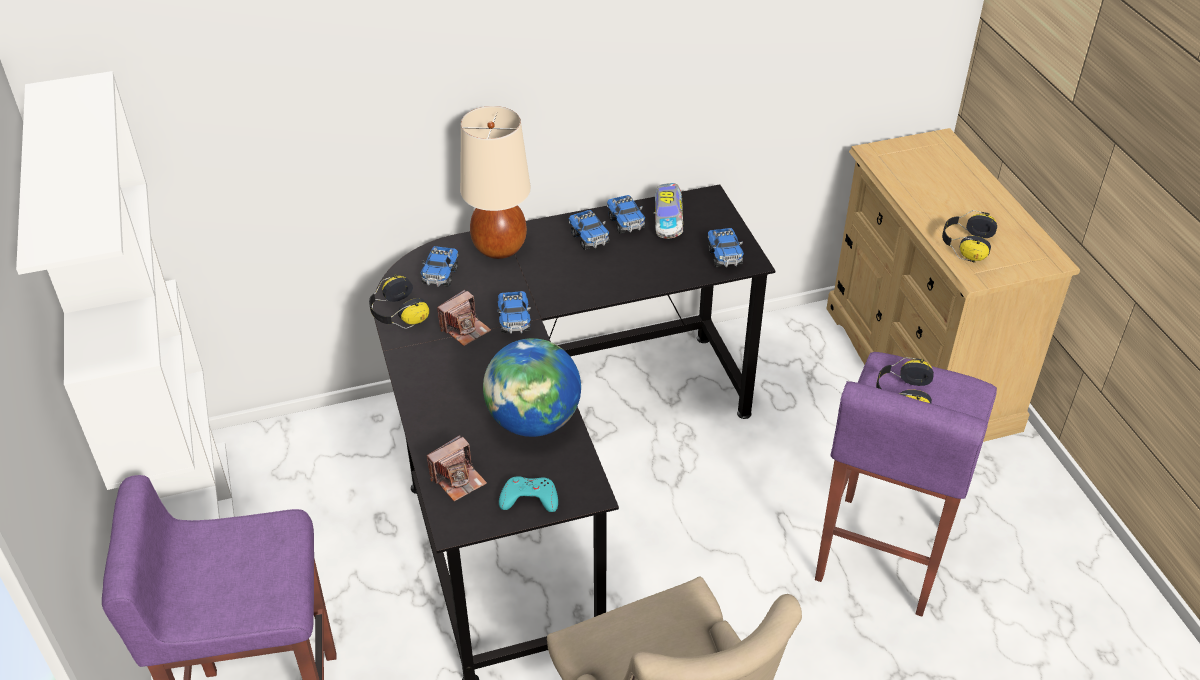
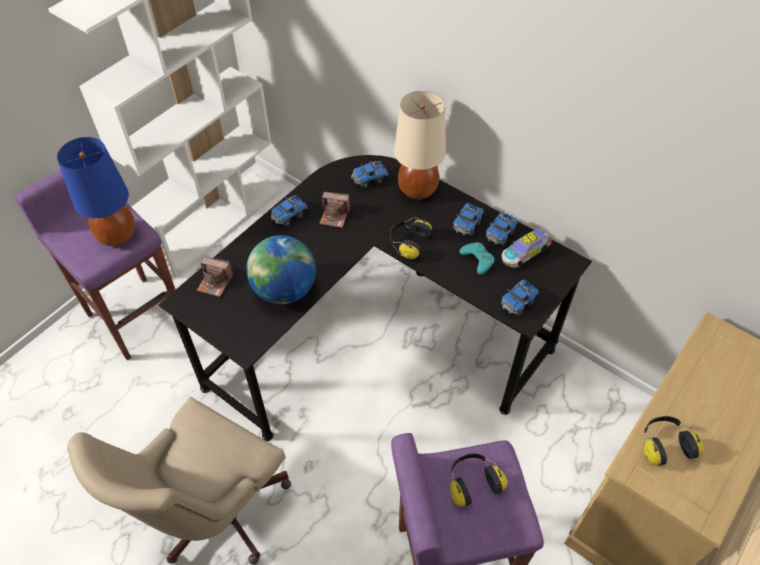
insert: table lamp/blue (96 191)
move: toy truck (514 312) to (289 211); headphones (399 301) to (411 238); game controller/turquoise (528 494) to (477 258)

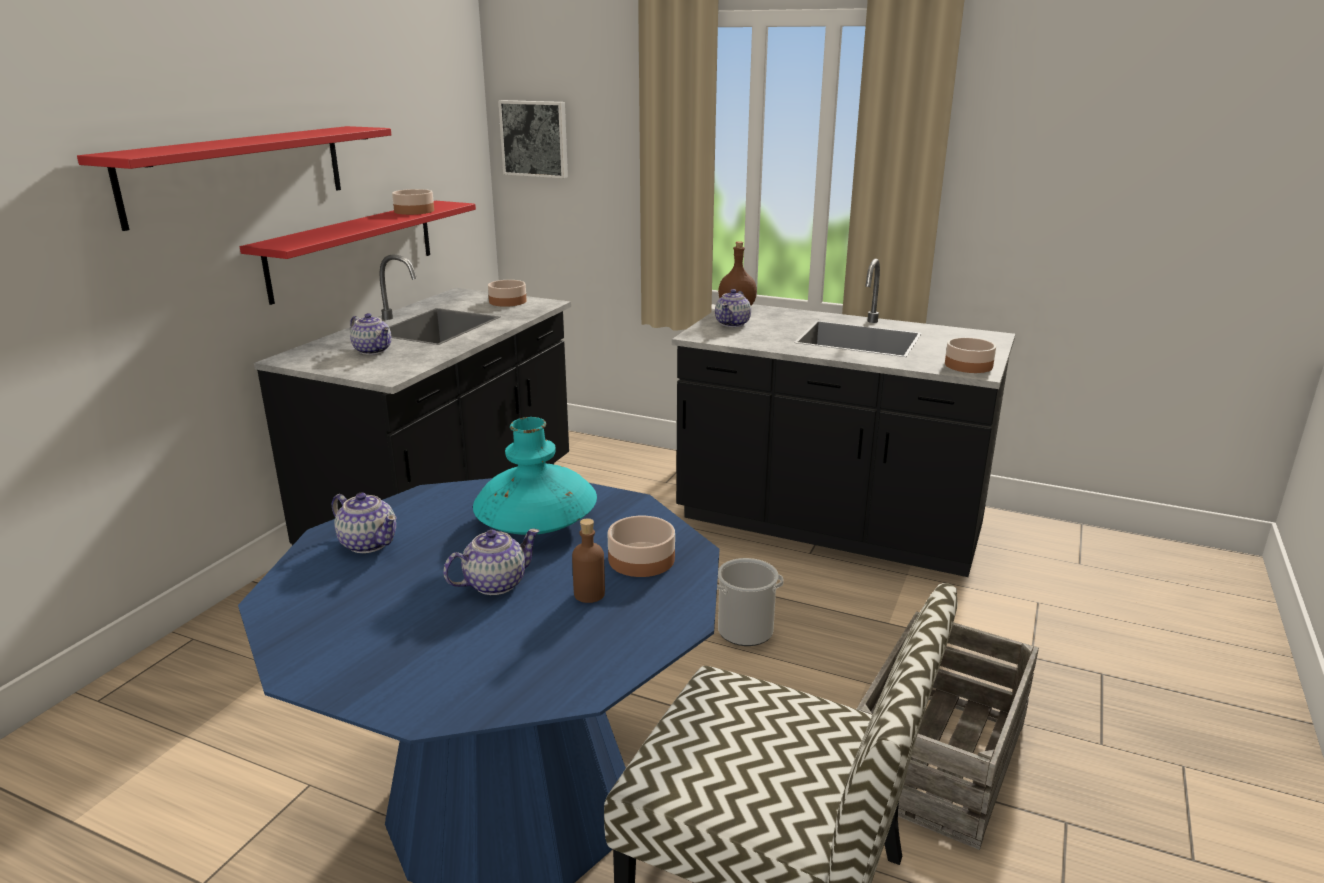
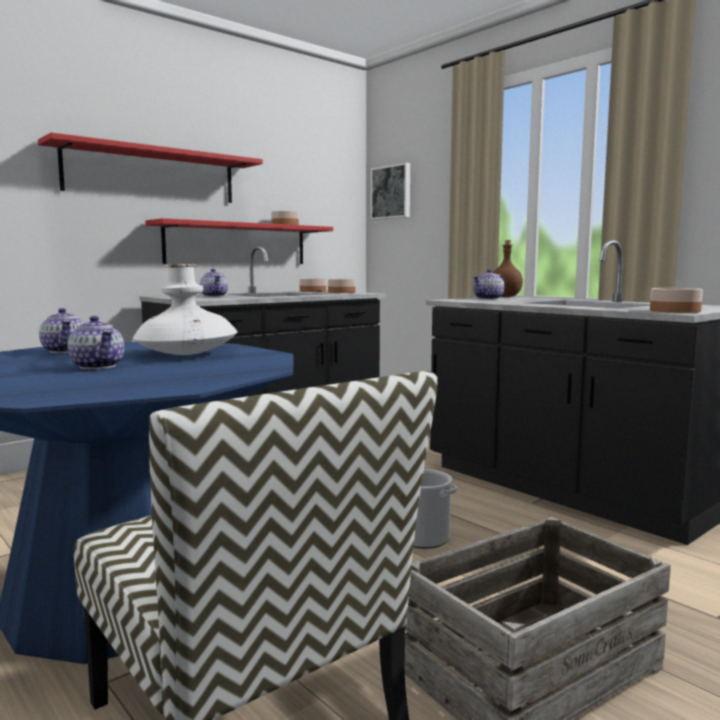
delete: bottle/brown (588 560)
move: bowl (641 546) to (312 285)
recolor: vase/turquoise (535 476) to vase/white (185 309)
rotate: teapot (491 562) = (96 342) 60 degrees clockwise

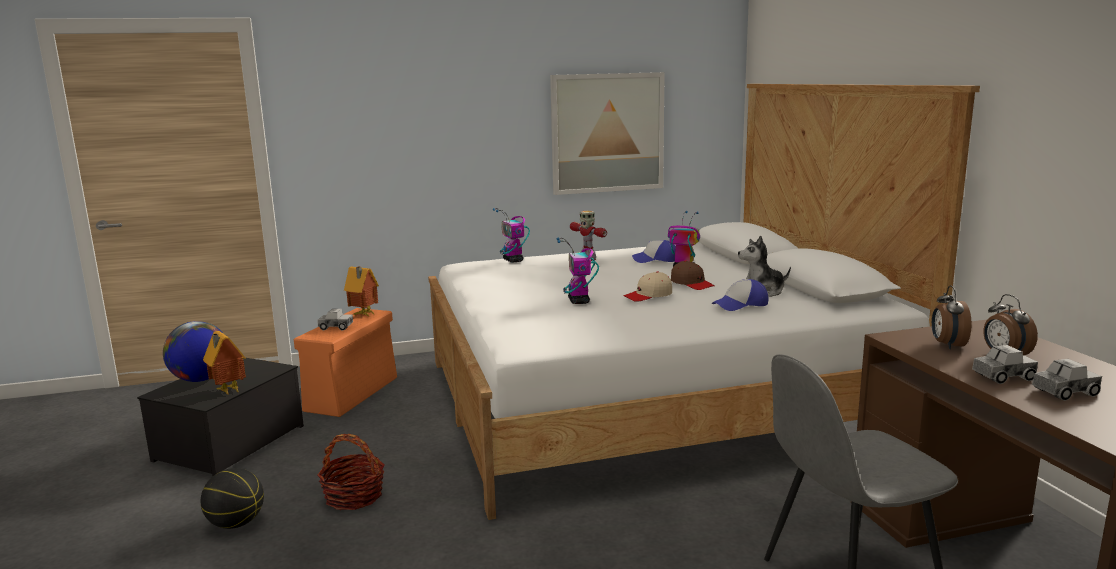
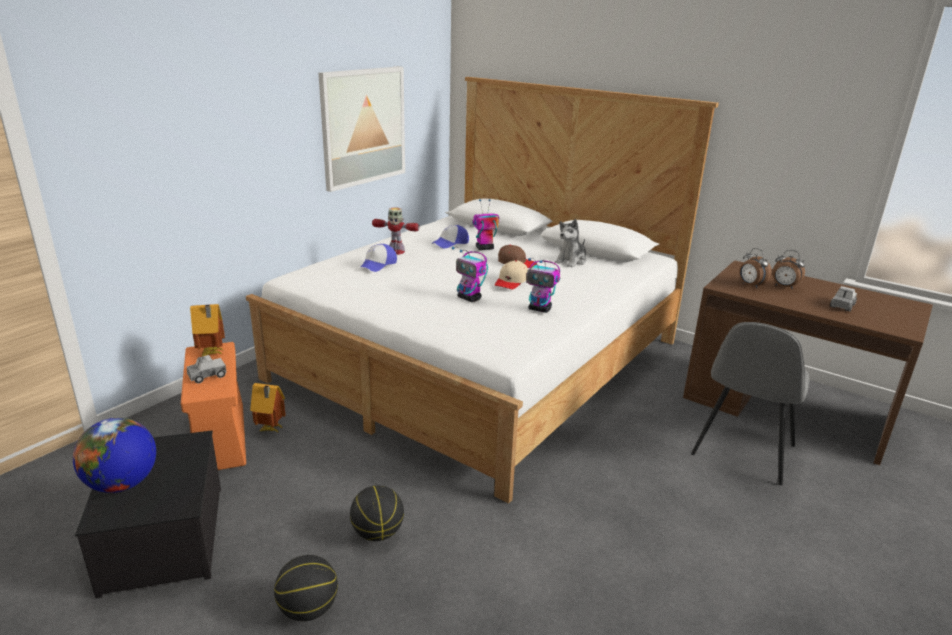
delete: toy truck (1005 364)
move: toy house (224 363) to (268 407); cap (740 295) to (378 258); toy robot (511 235) to (543 285)
replace: basket (351 472) to basketball (377 513)

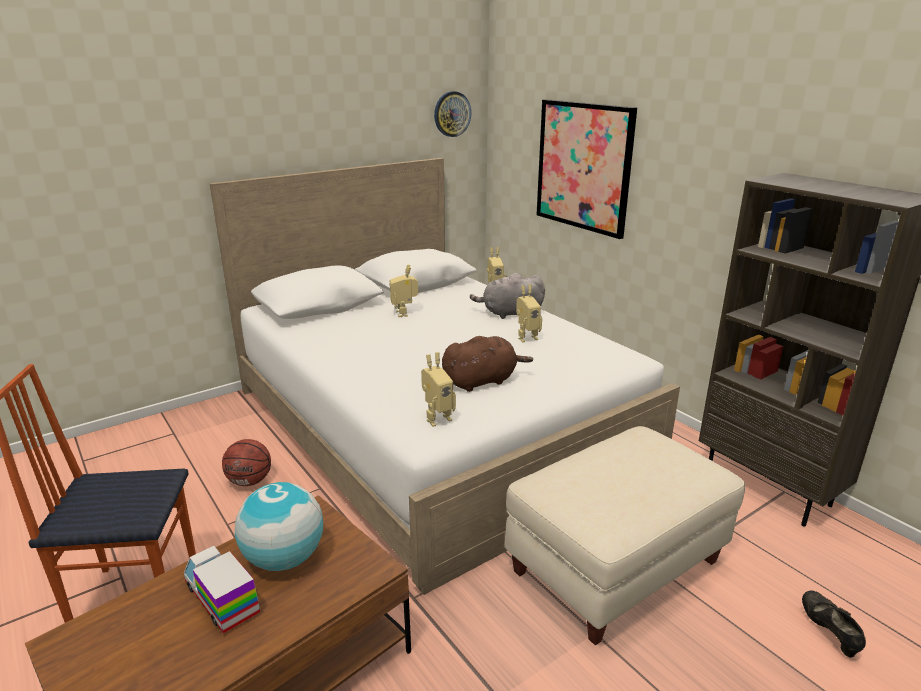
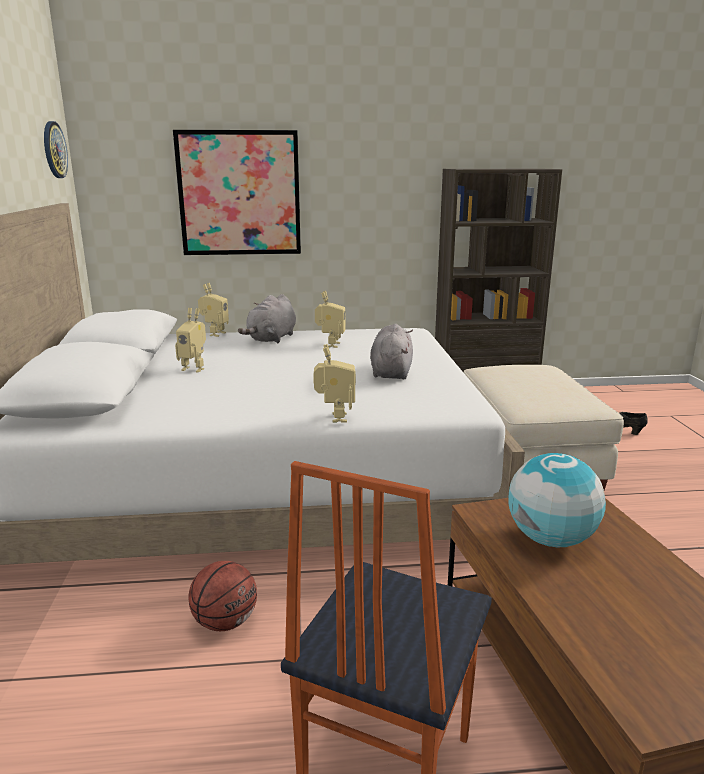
delete: toy truck (222 590)
move: toy robot (438 389) to (334 383)
recolor: plush toy/brown (487 364) to plush toy/grey (391 351)

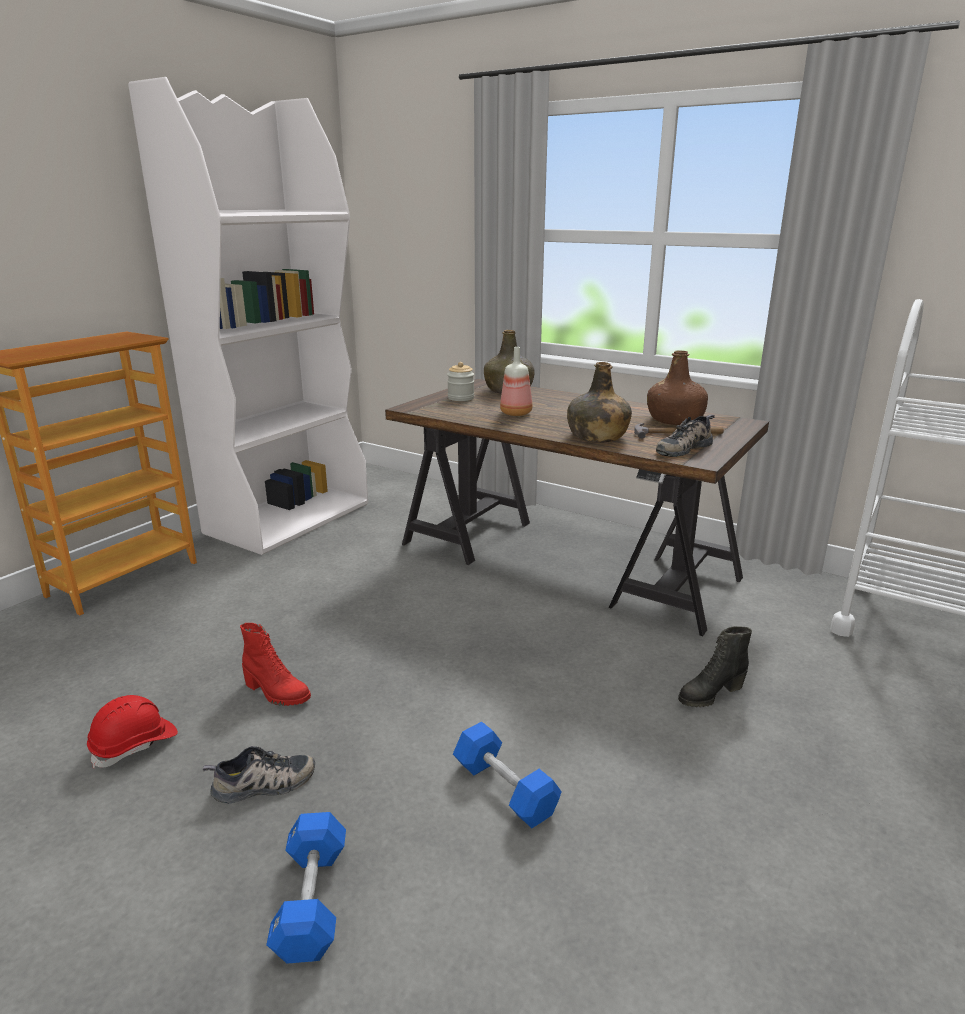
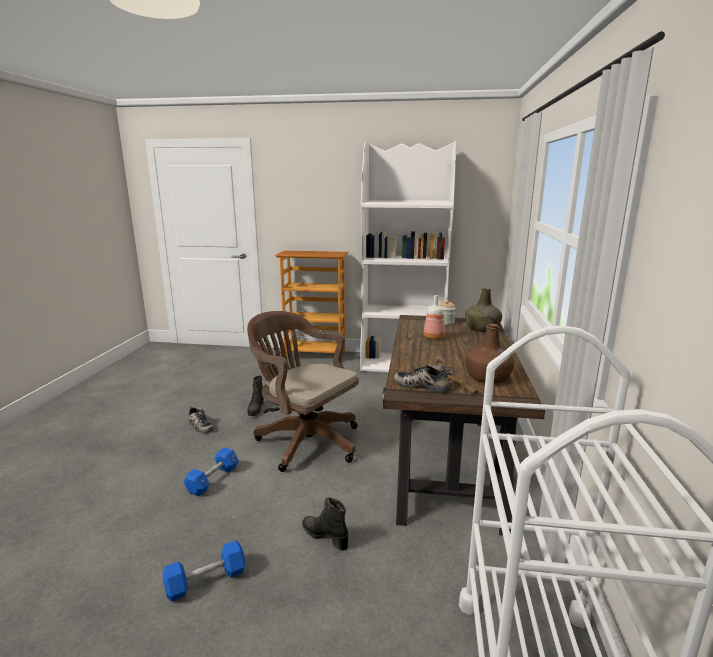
delete: hard hat/red (132 731); bottle/green (599 402)
insert: office chair/brown (303 391)
move: dumbbell/blue (306 887) to (204 571)
recolor: boot/red (275 664) to boot/black (255 396)

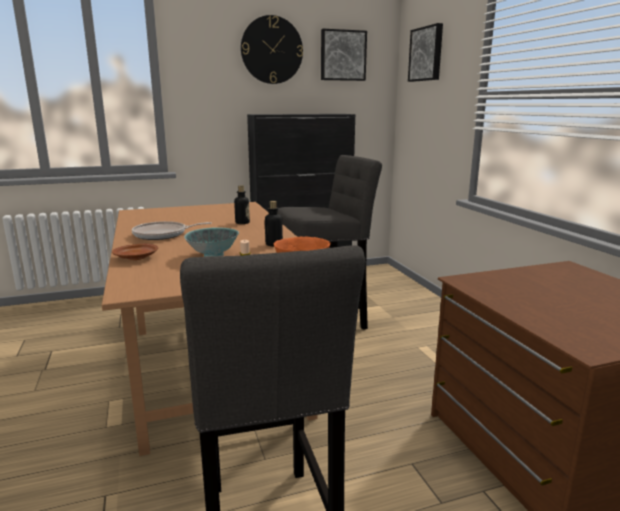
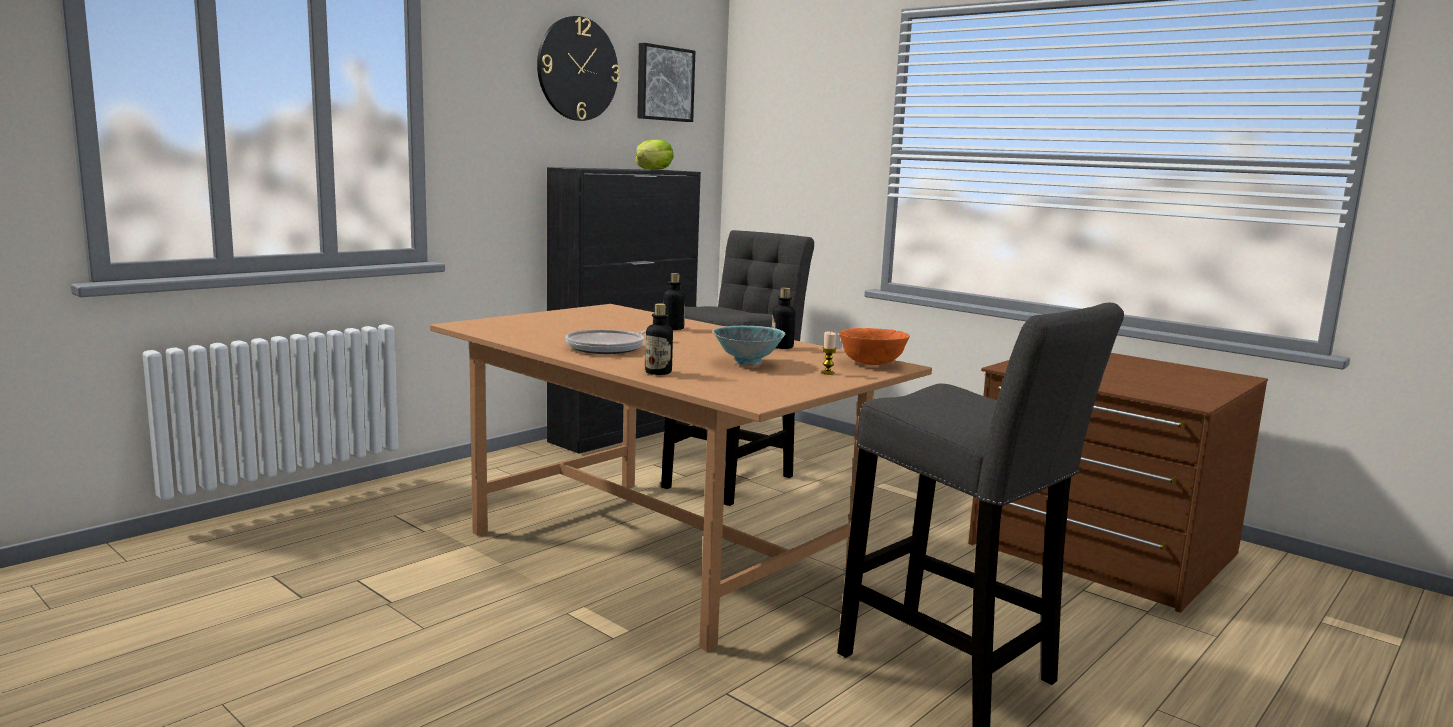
delete: picture (425 52)
insert: lettuce (655 154)
replace: plate/brown (135 251) to bottle (659 339)

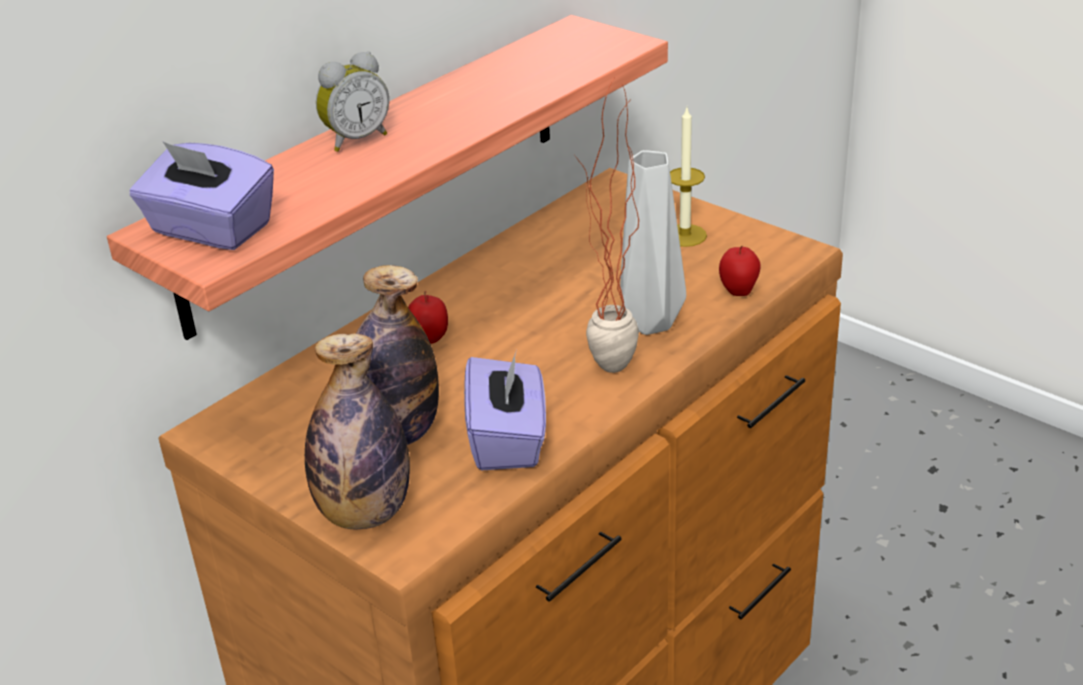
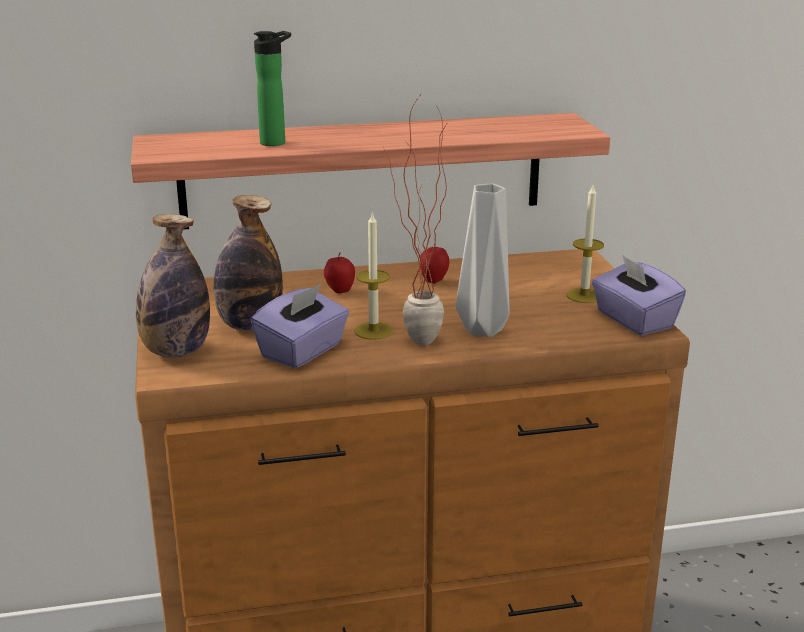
delete: alarm clock (352 101)
insert: bottle (272 88); candle (373 276)
move: apple (740 271) to (434 265); tissue box/purple (202 195) to (639 295)

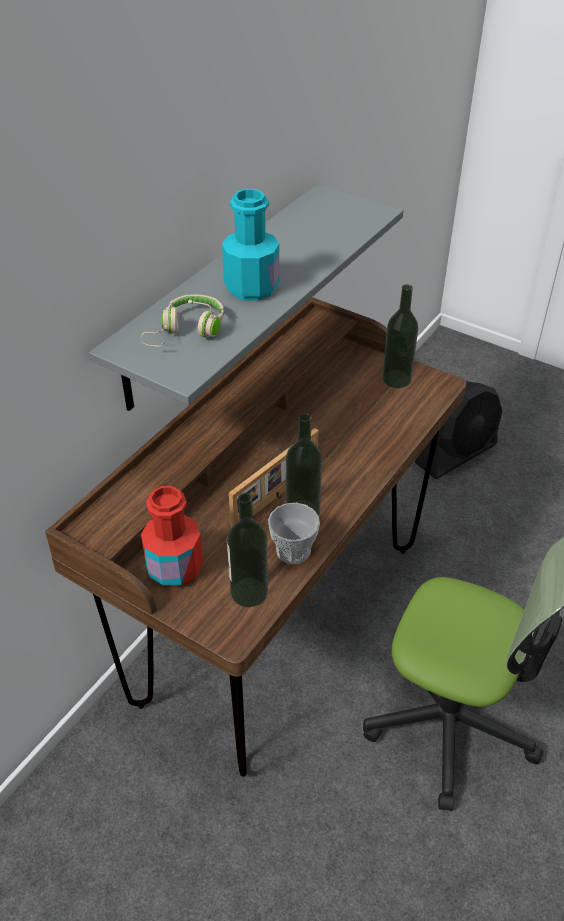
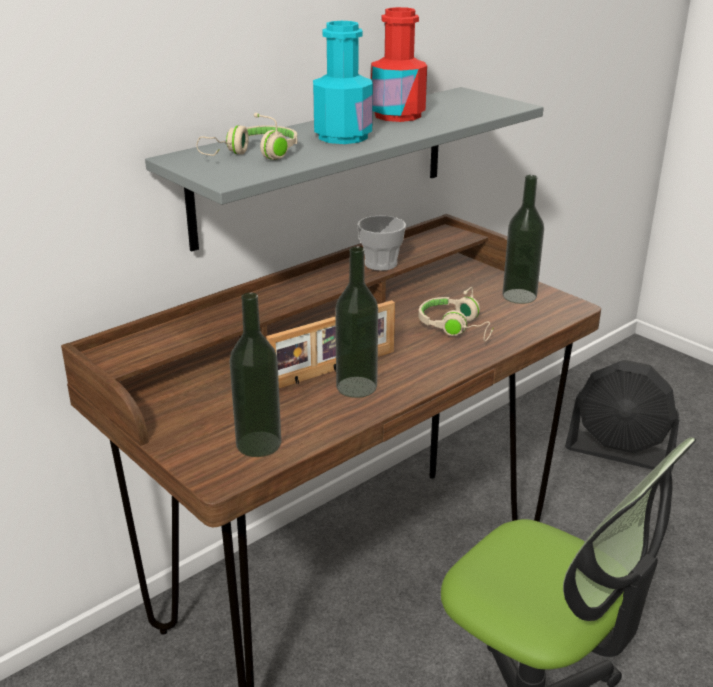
insert: headphones/beige (456 314)
move: cup (294 533) to (381 243); bottle/red (172 536) to (399 64)
rotate: fan/black (458 430) = (622 416) 45 degrees clockwise

